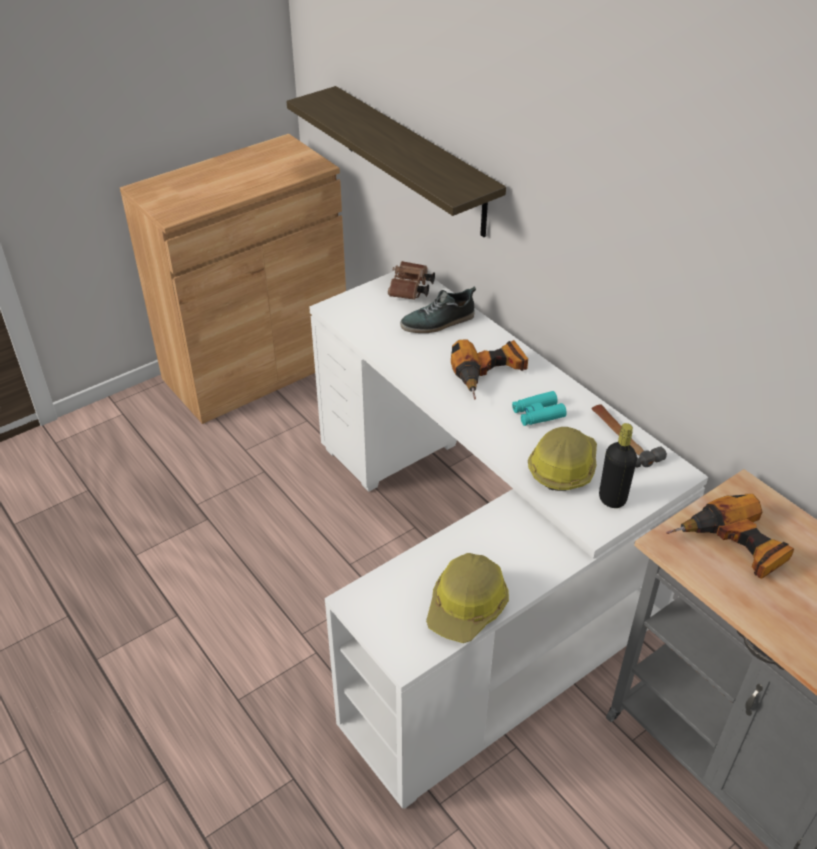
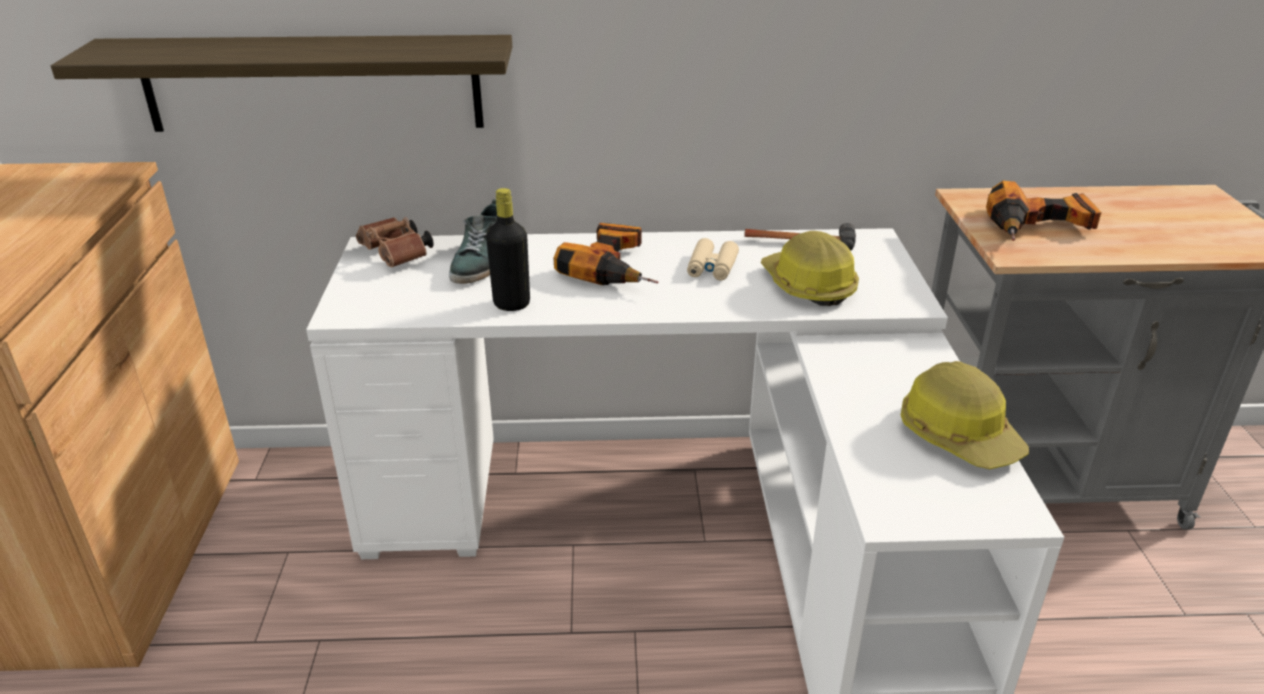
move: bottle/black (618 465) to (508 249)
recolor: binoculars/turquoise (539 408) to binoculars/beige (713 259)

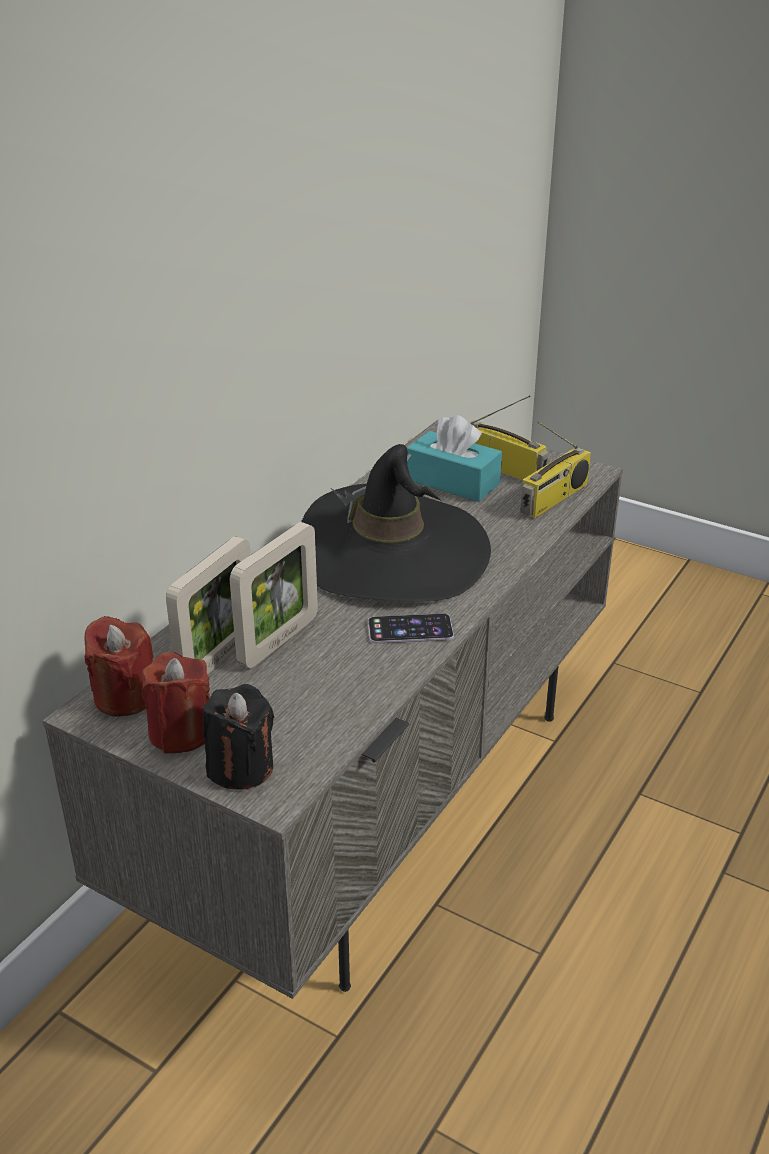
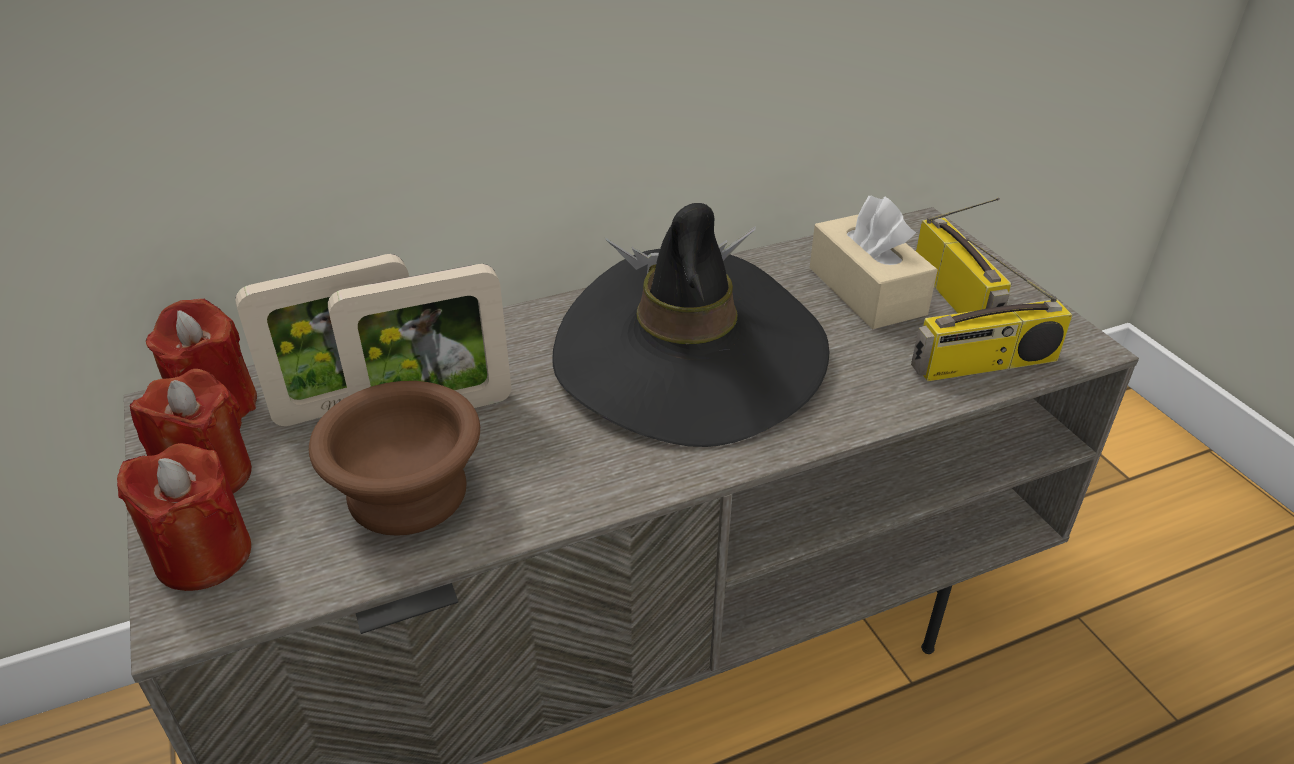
delete: phone (411 628)
insert: bowl/brown (394 458)
recolor: candle/black (238 737) to candle/red (184 517); tissue box/turquoise (454 458) to tissue box/beige (874 262)

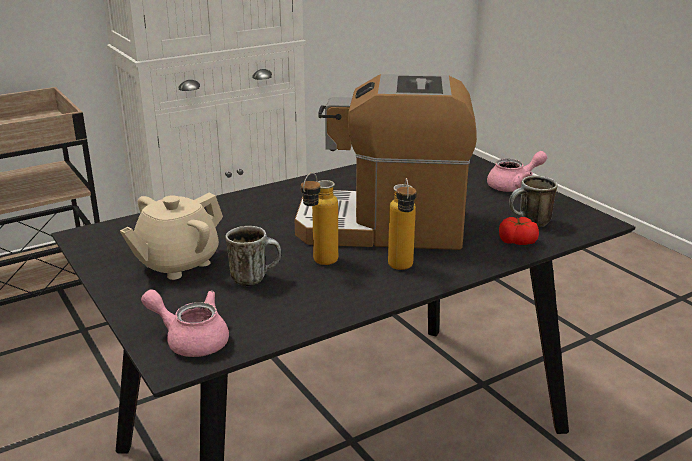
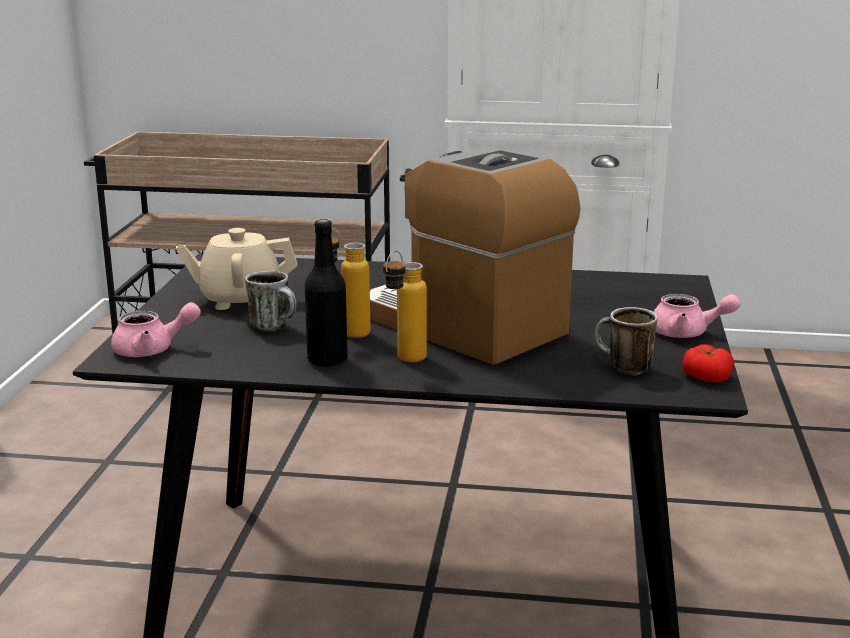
insert: bottle/black (326 293)
move: tomato (519 231) to (708 363)
rotate: teapot/pink (185 323) = (156 329) 105 degrees clockwise

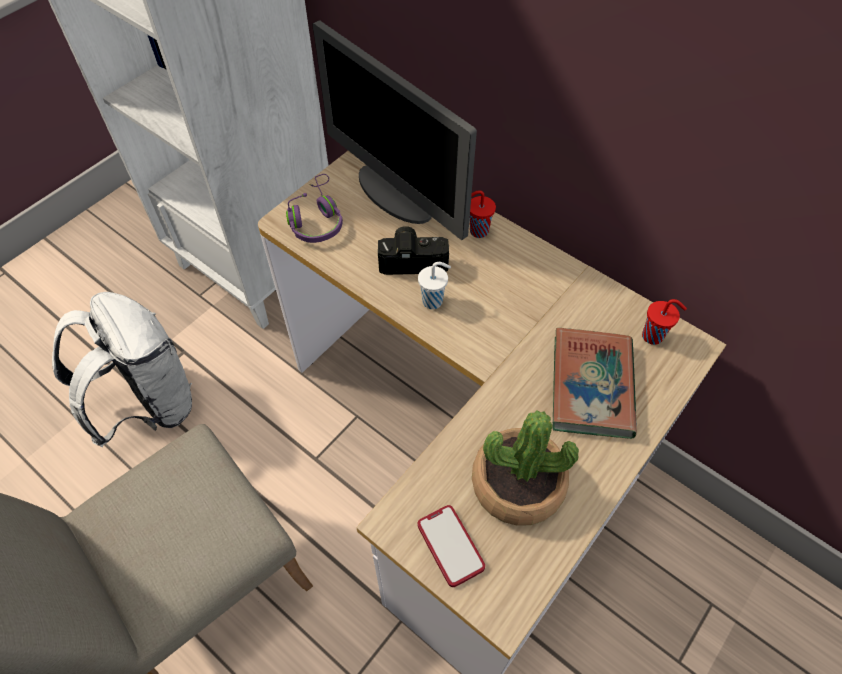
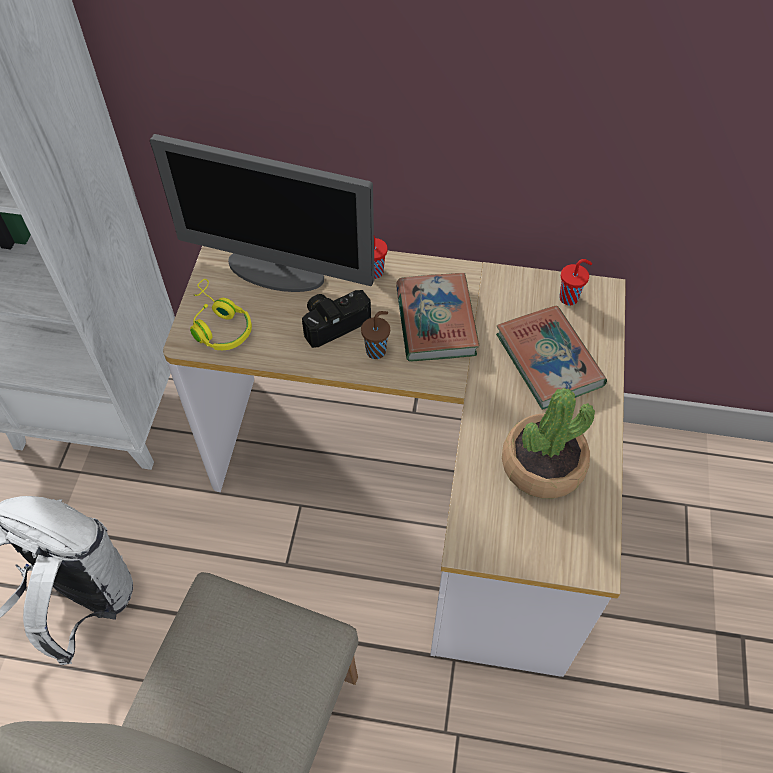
delete: phone (451 546)
insert: book (438 317)
recolor: headphones/purple (314 208) to headphones/yellow (221 314); cup/white (434 285) to cup/brown (375 335)

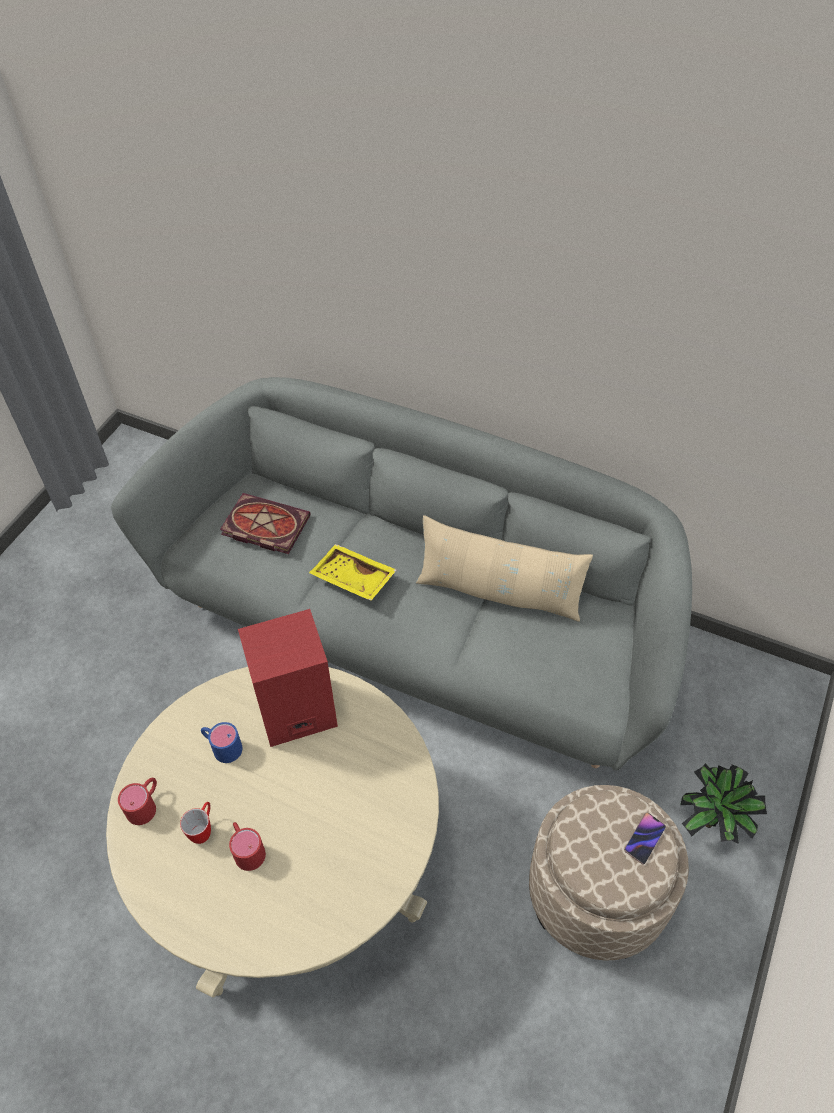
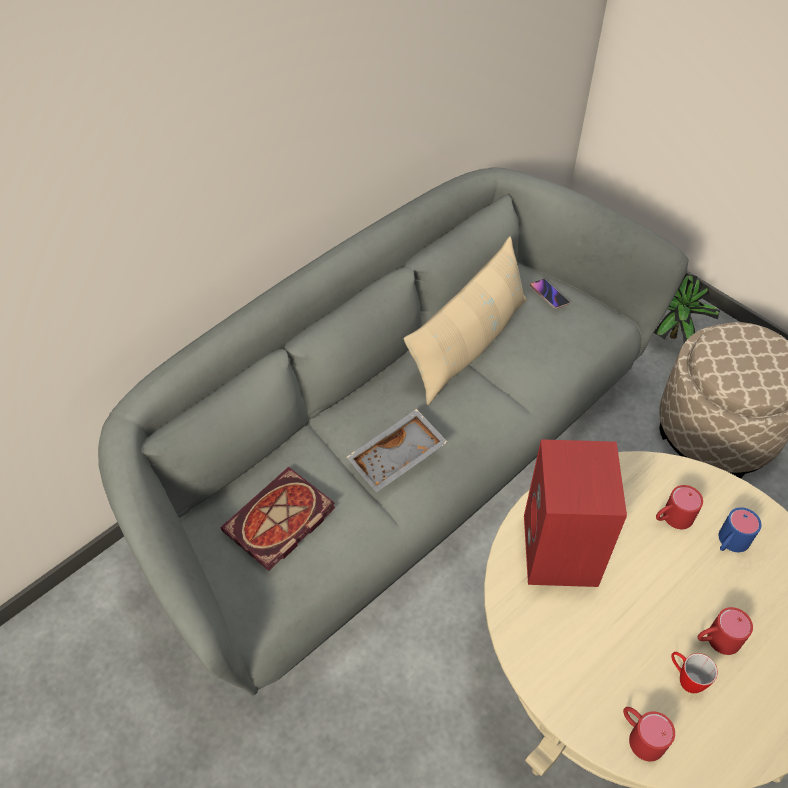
insert: mug/red (679 507)
move: phone (645 839) to (550 294); mug/blue (222 742) to (740 529)
recolor: tray/yellow (353 572) to tray/grey (397 450)

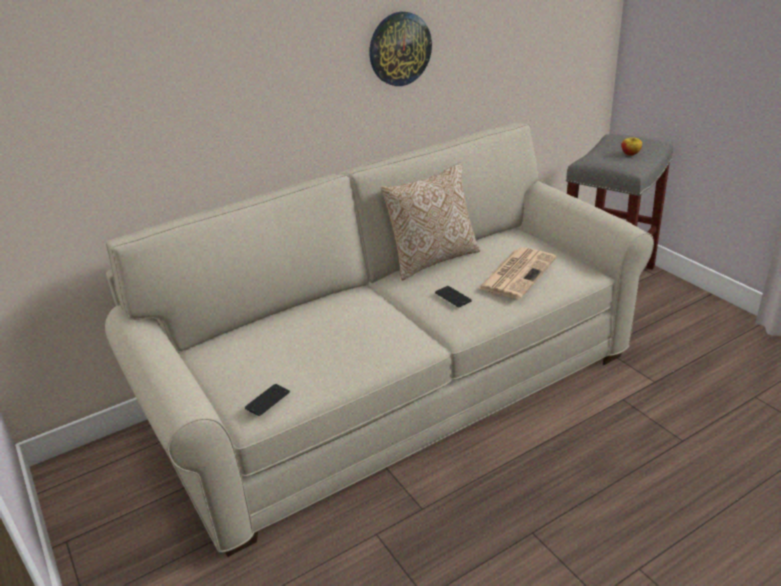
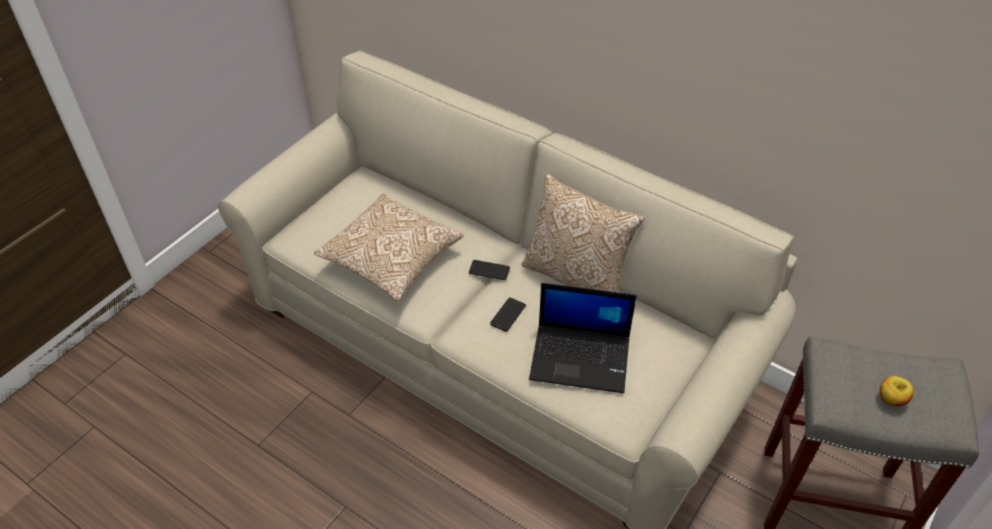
delete: wall clock (400 49)
insert: pillow (389 247)
move: phone (267 400) to (489 270)
replace: newspaper (517 273) to laptop (583 338)

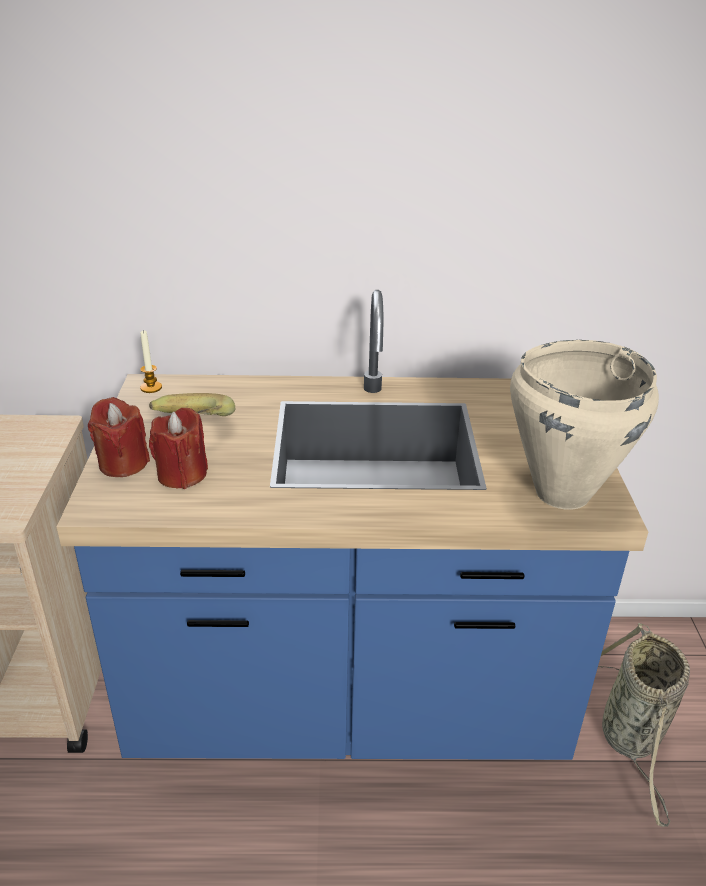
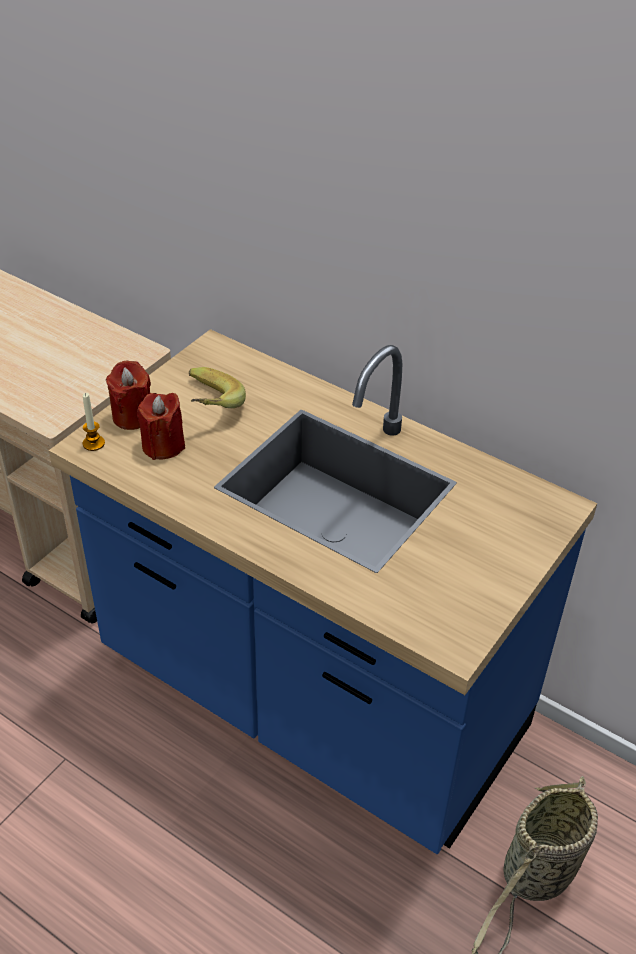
delete: cooking pot/beige (584 425)
move: candle (151 361) to (94 422)

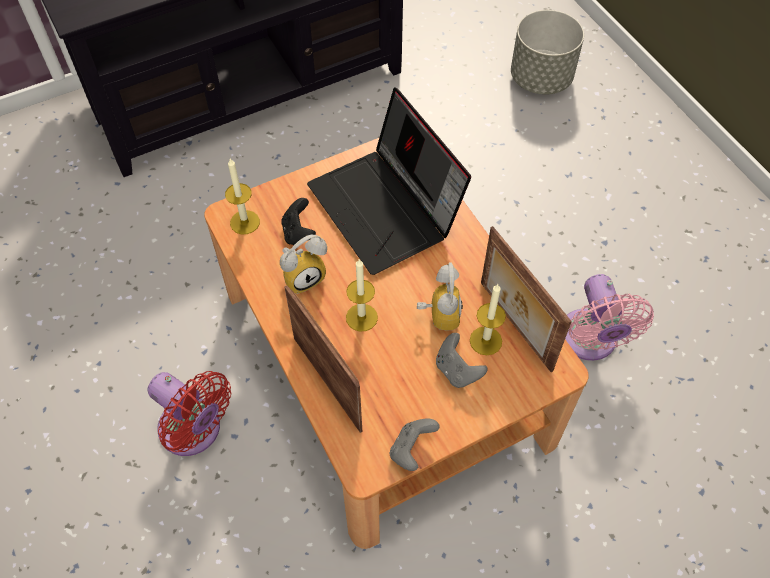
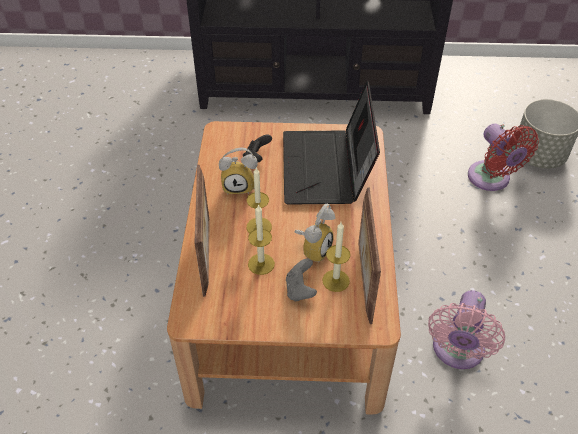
delete: game controller/grey (415 444)
move: candle (242 196) to (261 239); fan/red (189 413) to (503 157)

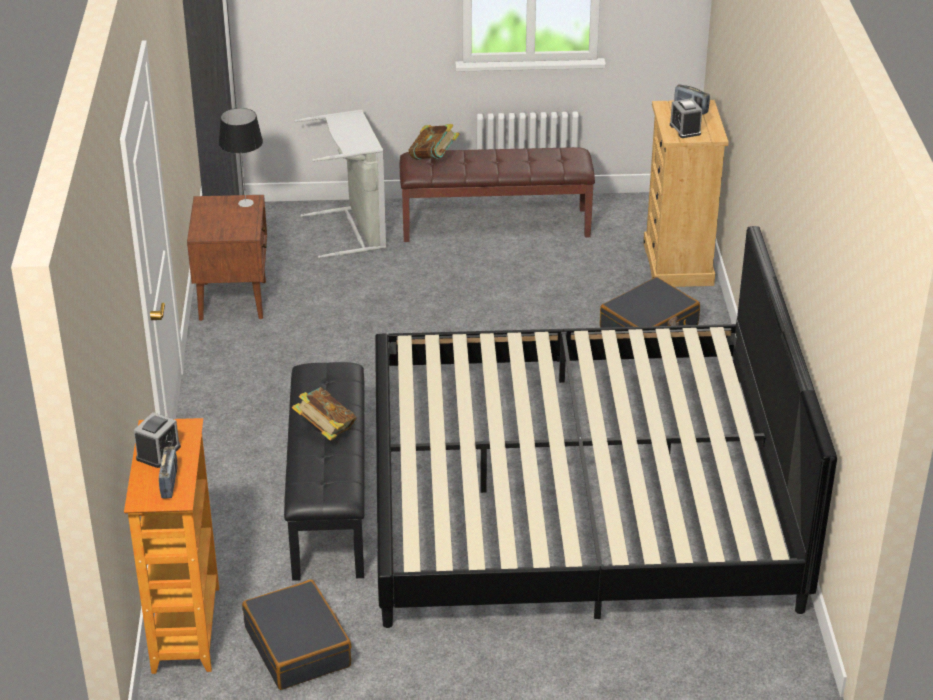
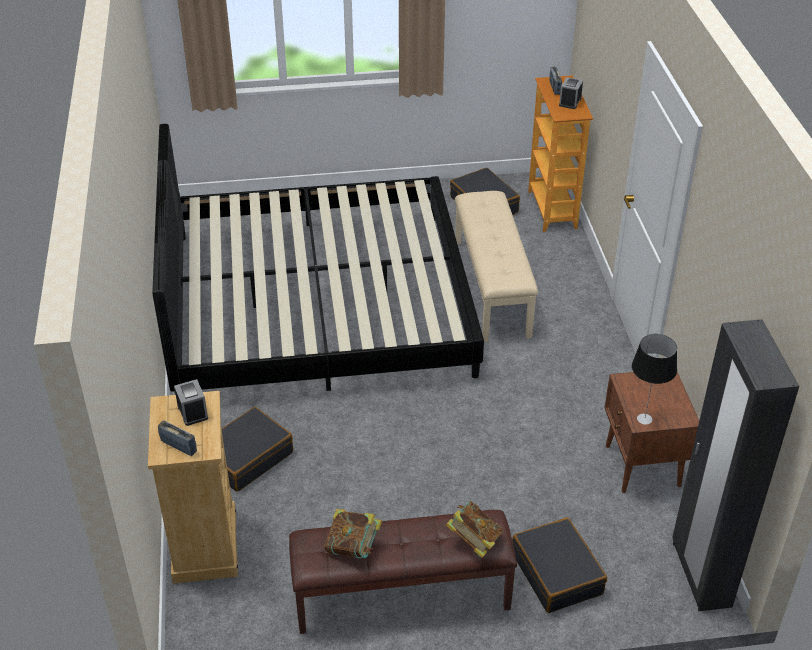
move: book (324 414) to (353 533)
replace: laundry basket/grey (340 184) to suitcase/black (559 565)
recolor: bench/black (324 471) to bench/beige (496 266)

